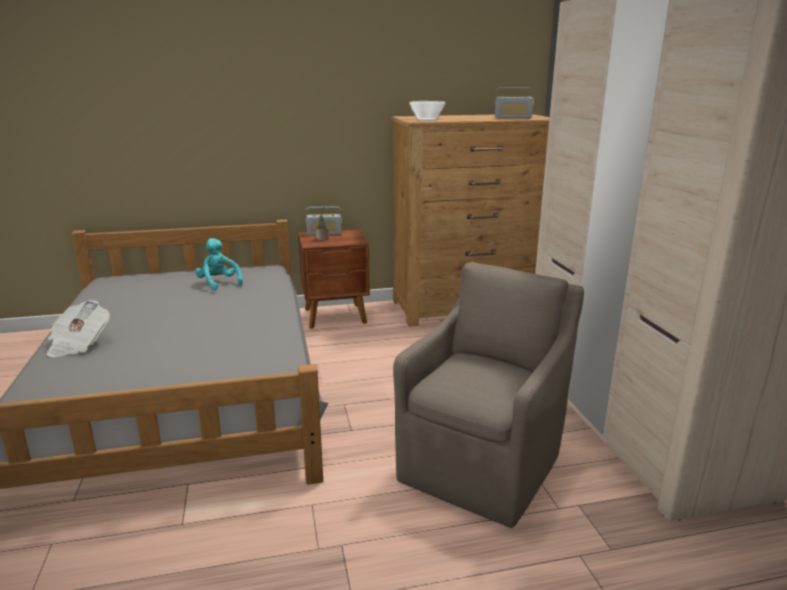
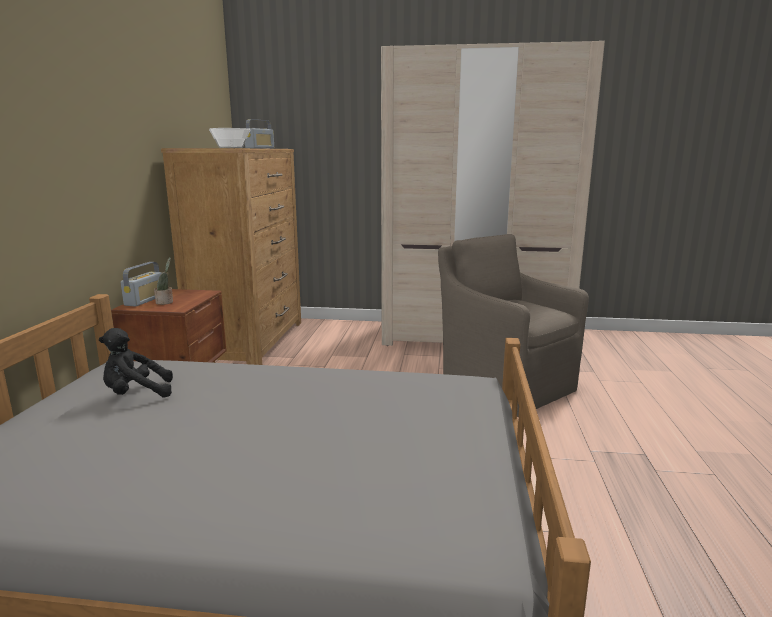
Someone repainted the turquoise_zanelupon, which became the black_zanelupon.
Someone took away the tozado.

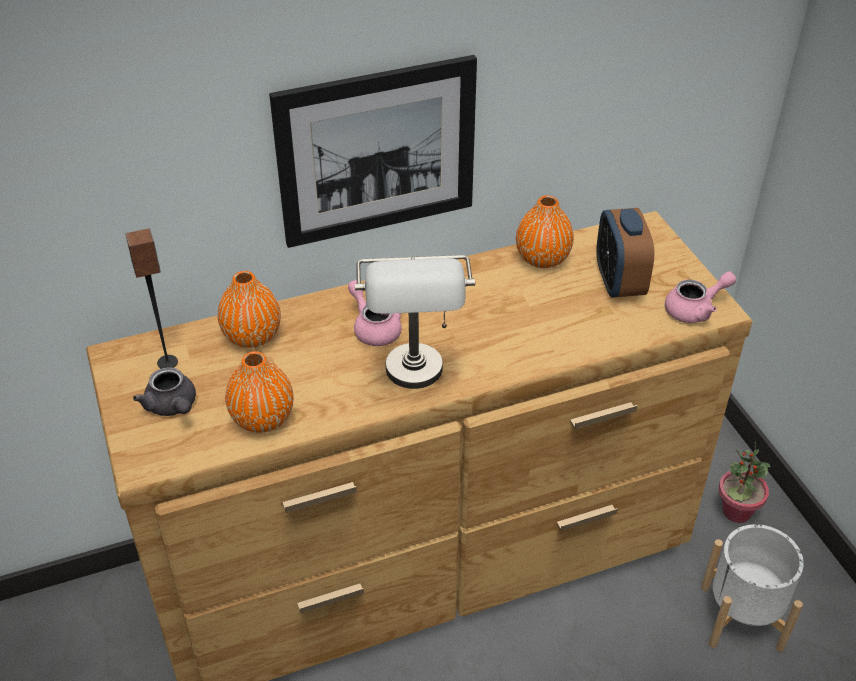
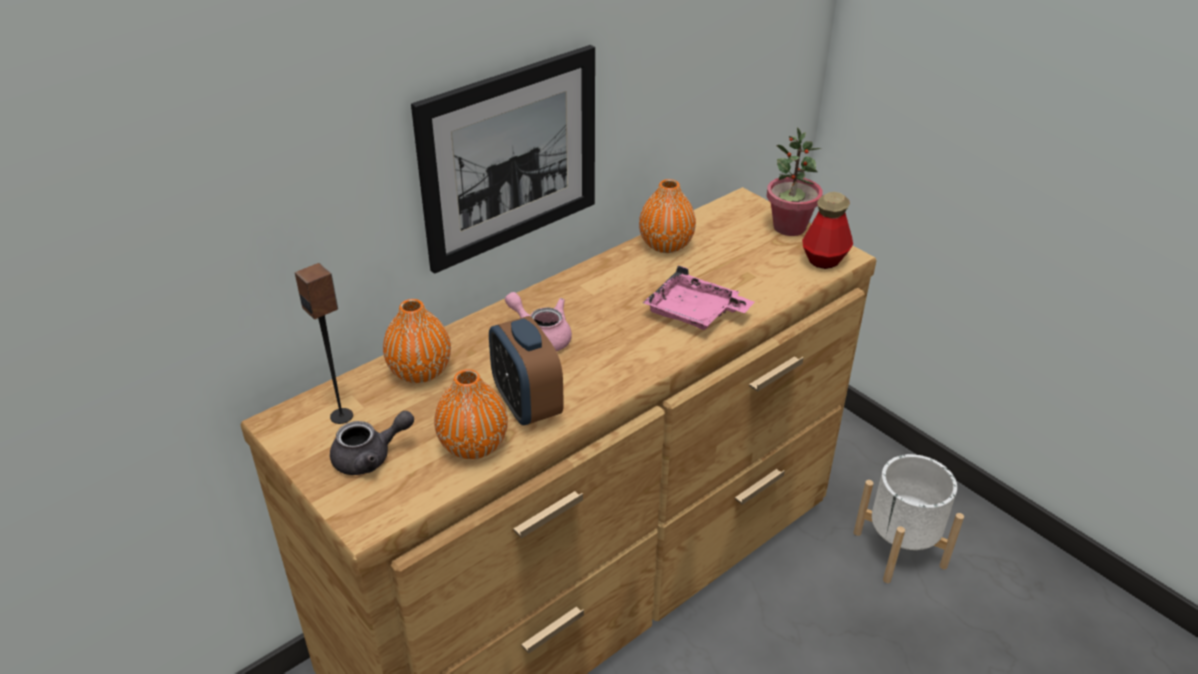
Someone rotated the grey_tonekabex by 60 degrees counterclockwise.
Someone carried the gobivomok.
Someone put down the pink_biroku.
Someone carried the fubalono.
Someone swapped the pink_tonekabex (no. 2 from left) for the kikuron.
Someone took away the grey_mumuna.

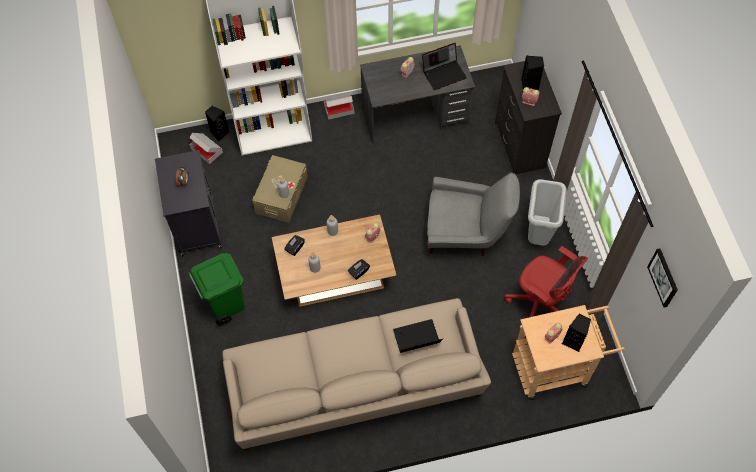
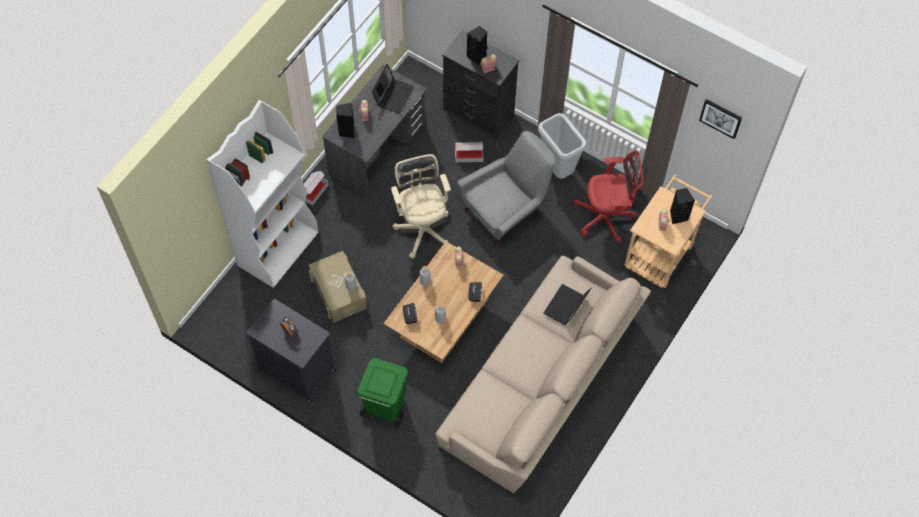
Someone carried the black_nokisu (no. 1 from left).
Someone put down the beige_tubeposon.
Someone carried the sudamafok (no. 1 from left in the first image).

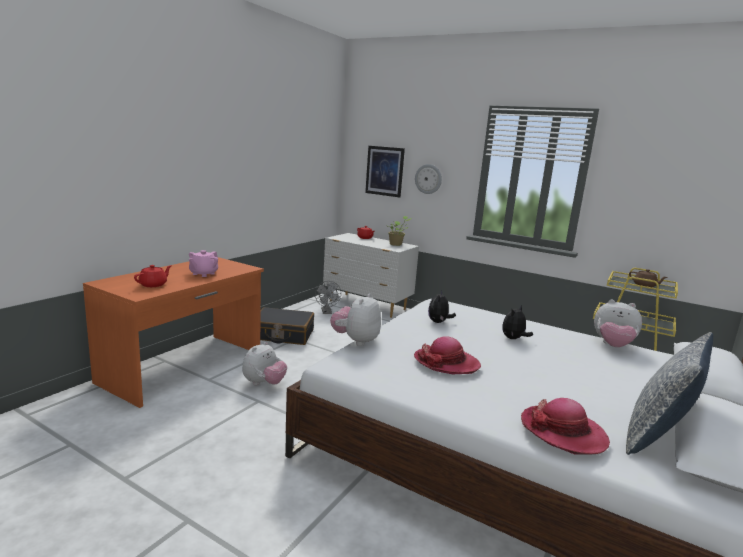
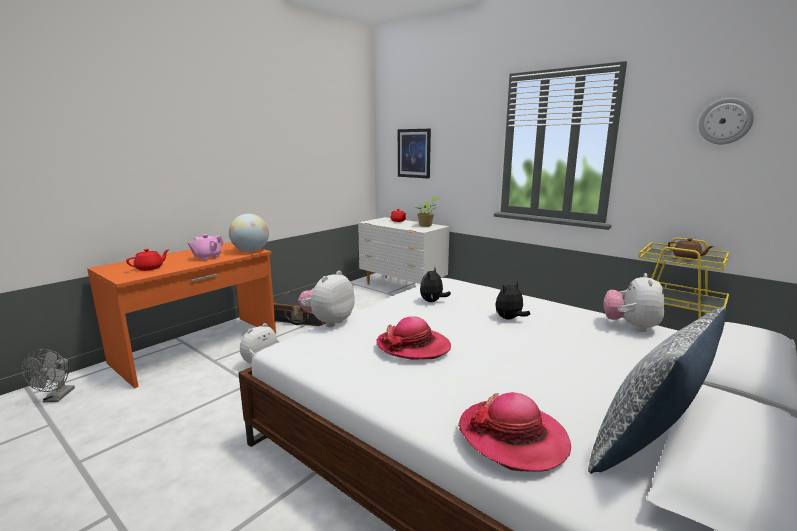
Someone carried the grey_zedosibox.
Someone put down the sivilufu.
Someone rotated the zanelupon (no. 5 from left) by 75 degrees clockwise.
Someone carried the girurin.

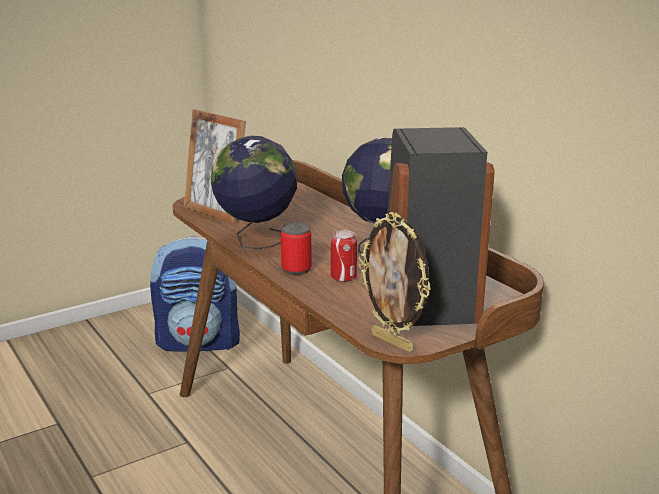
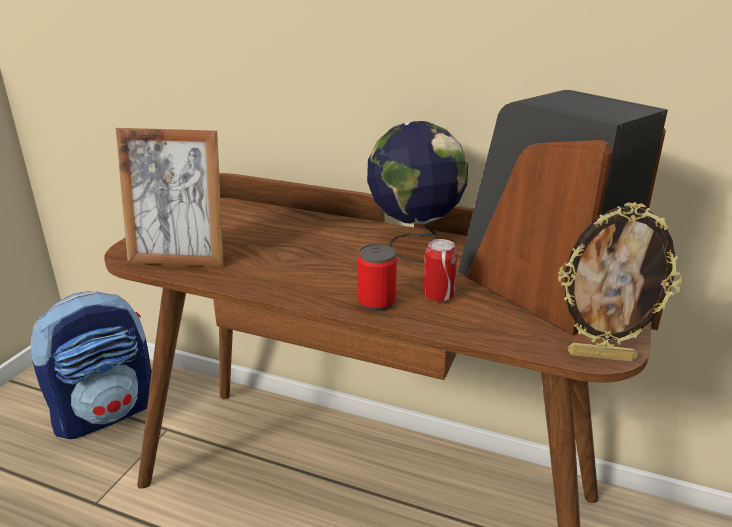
Someone took away the sivilufu (no. 1 from left).

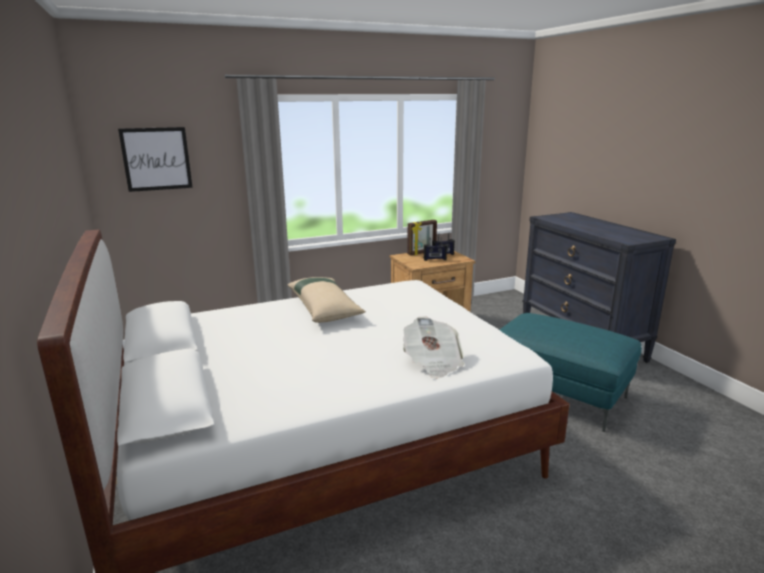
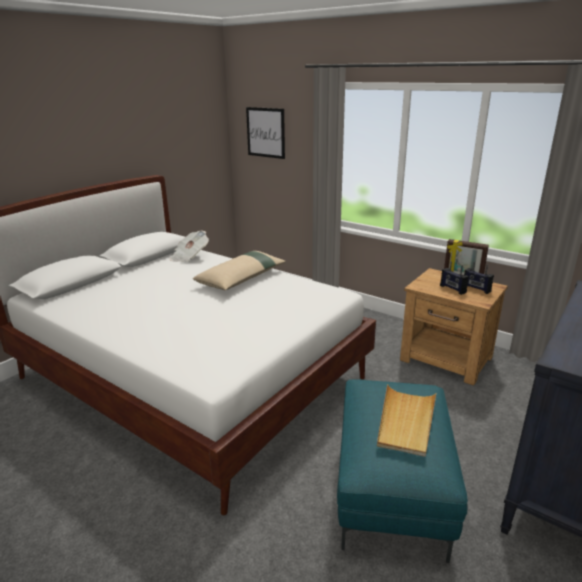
Someone carried the tozado.
Someone put down the beige_biroku.

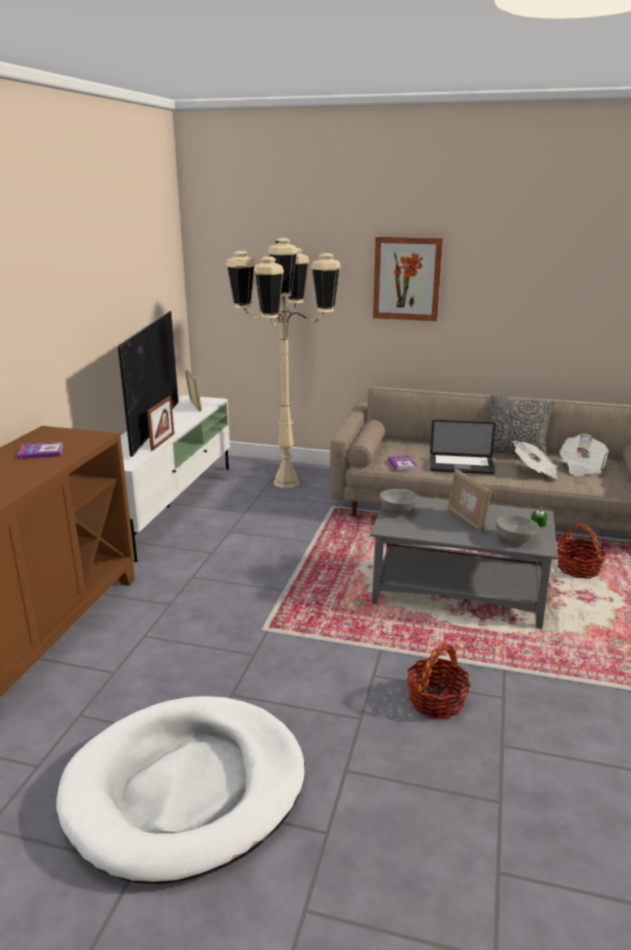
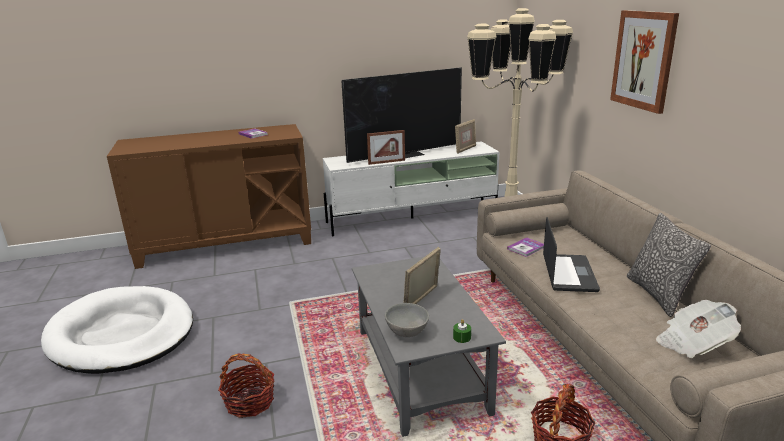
Someone rotated the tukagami by 150 degrees counterclockwise.
Someone took away the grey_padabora (no. 1 from left).
Someone took away the tozado (no. 1 from left).

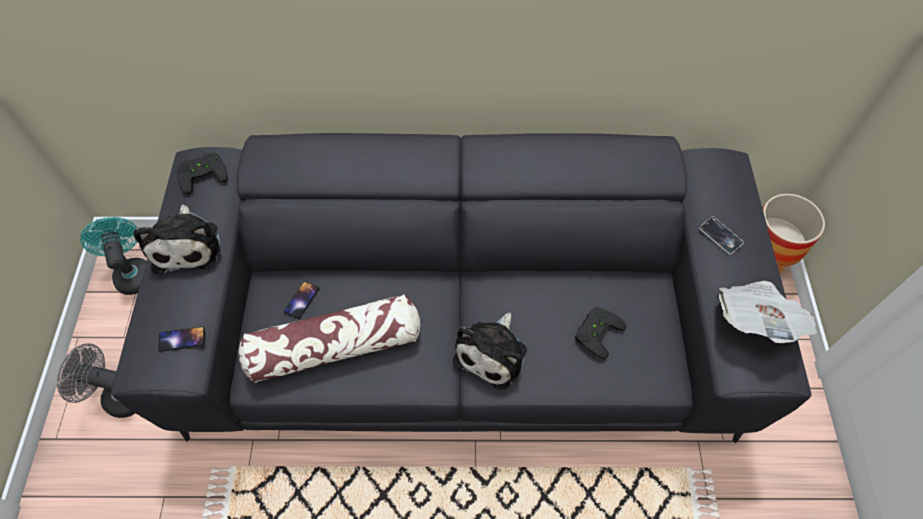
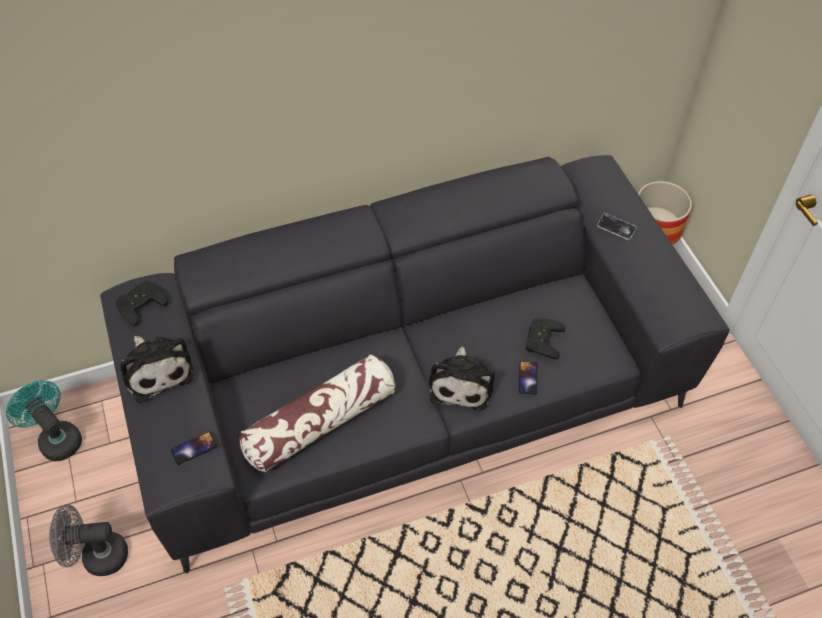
Someone carried the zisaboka (no. 2 from left).
Someone took away the tozado.

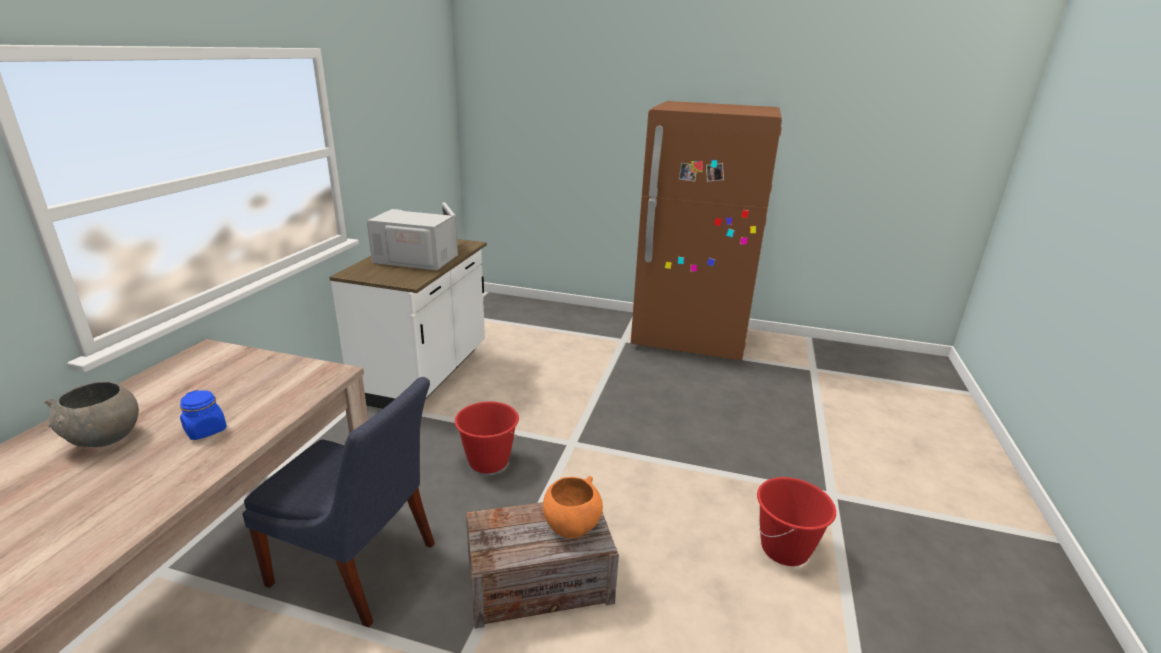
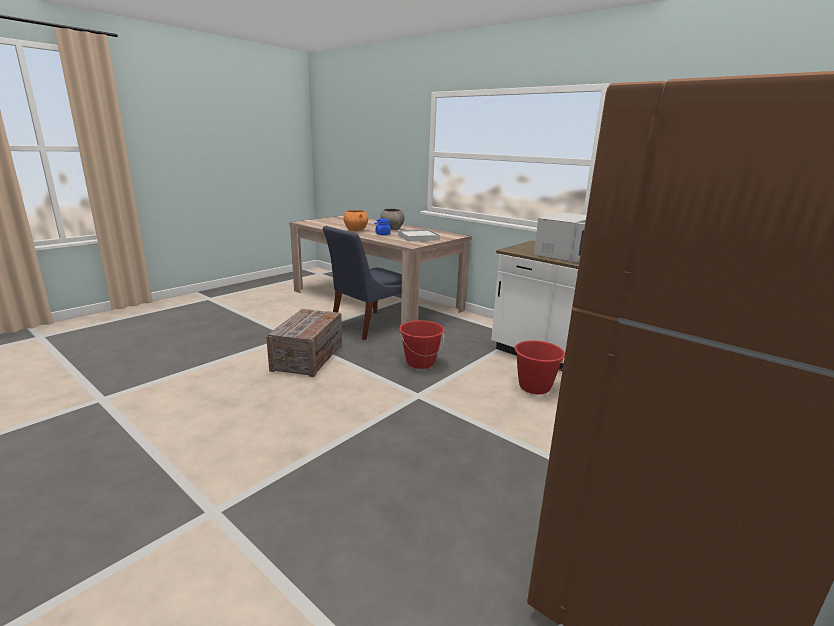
Someone carried the orange_padabora.
Someone put down the white_biroku.
Someone carried the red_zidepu (no. 2 from left).

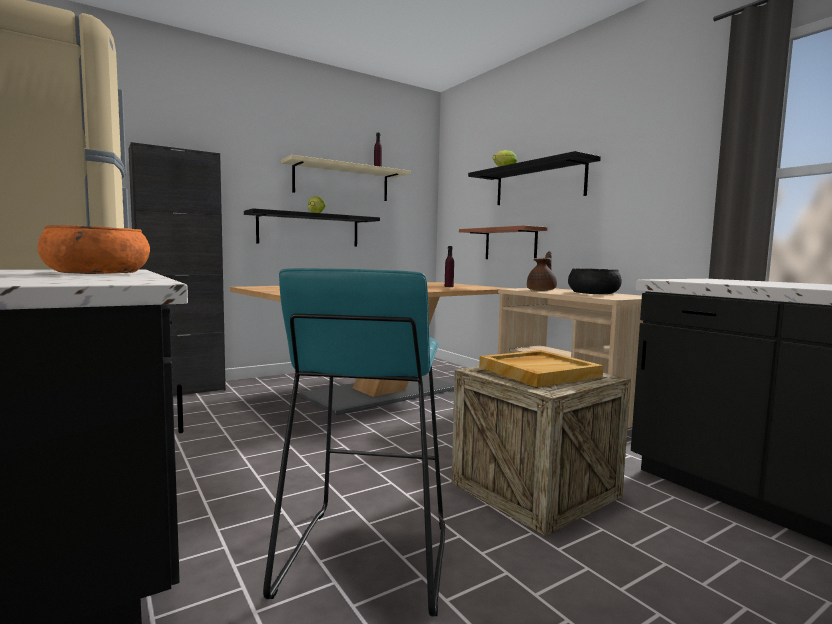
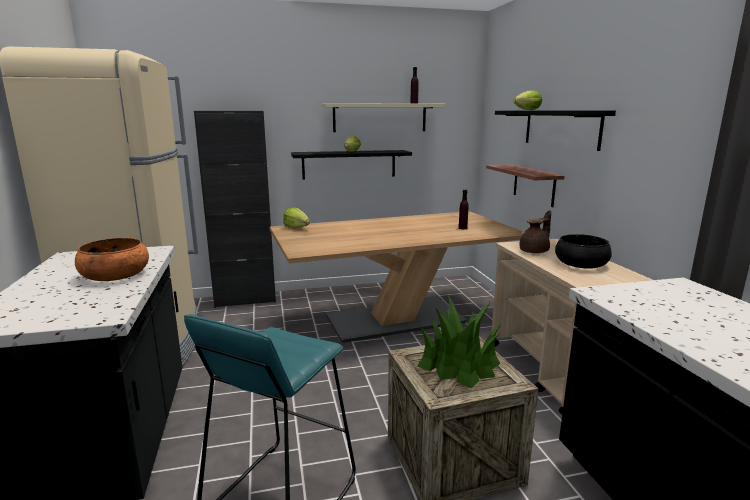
Someone put down the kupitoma (no. 1 from left).
Someone swapped the beige_biroku for the fubalono.

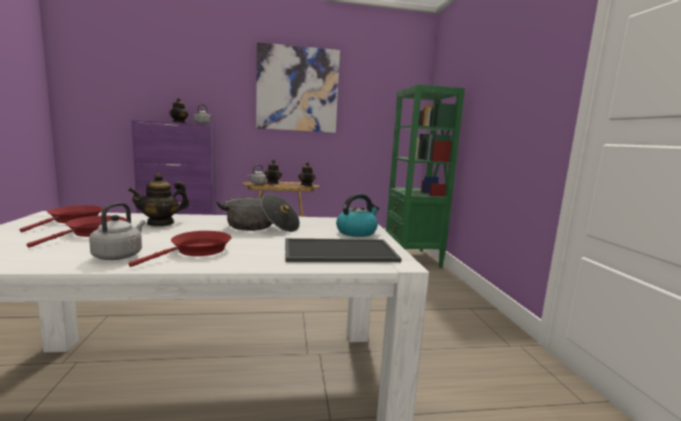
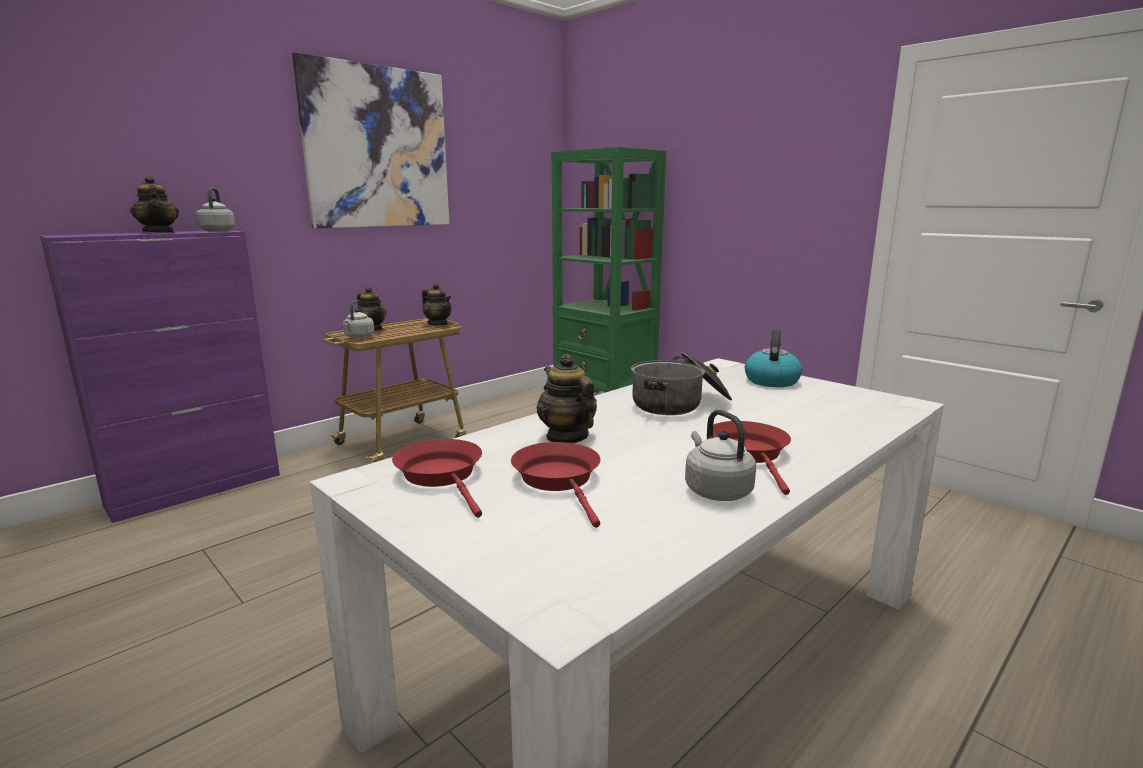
Someone rotated the tonekabex (no. 1 from left in the first image) by 135 degrees clockwise.
Someone took away the biroku.

